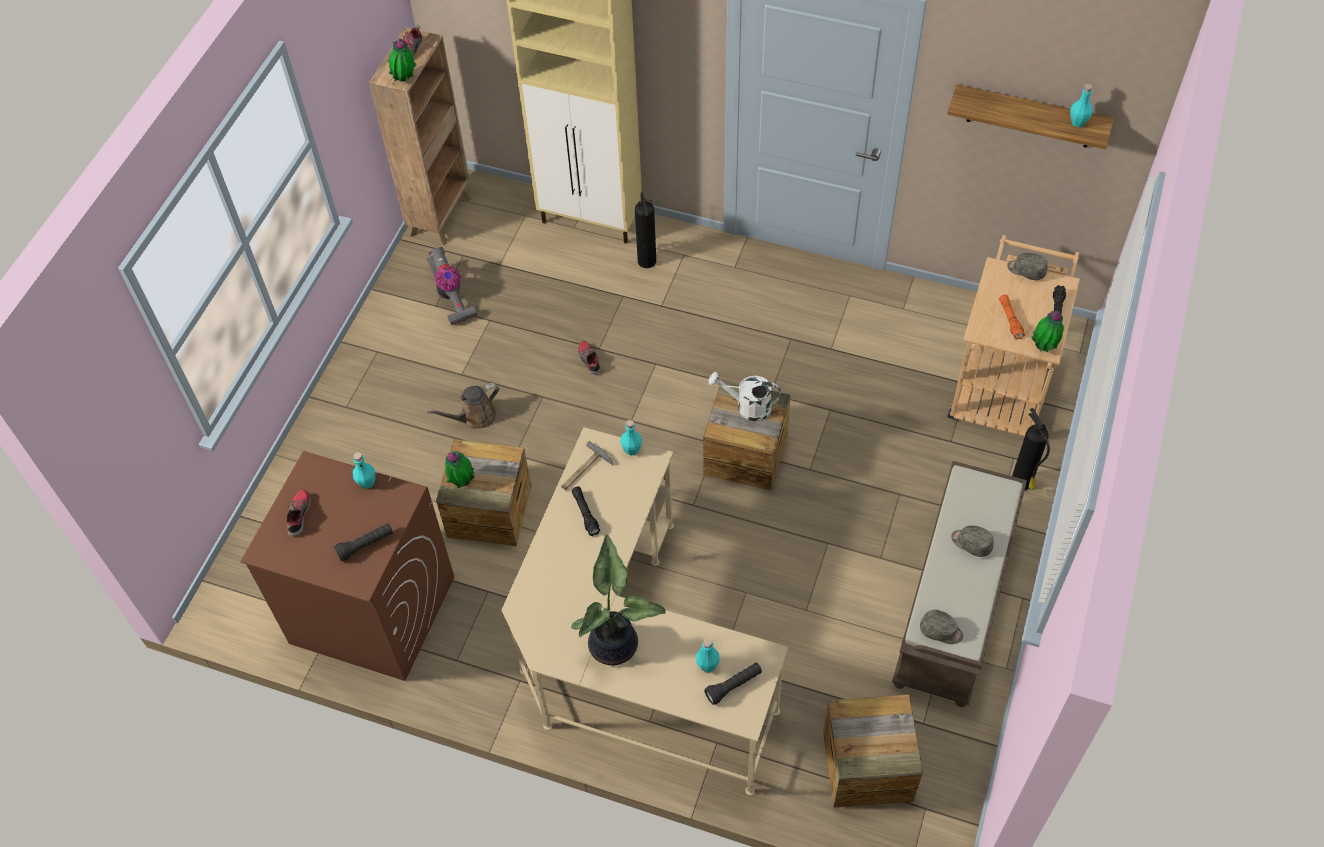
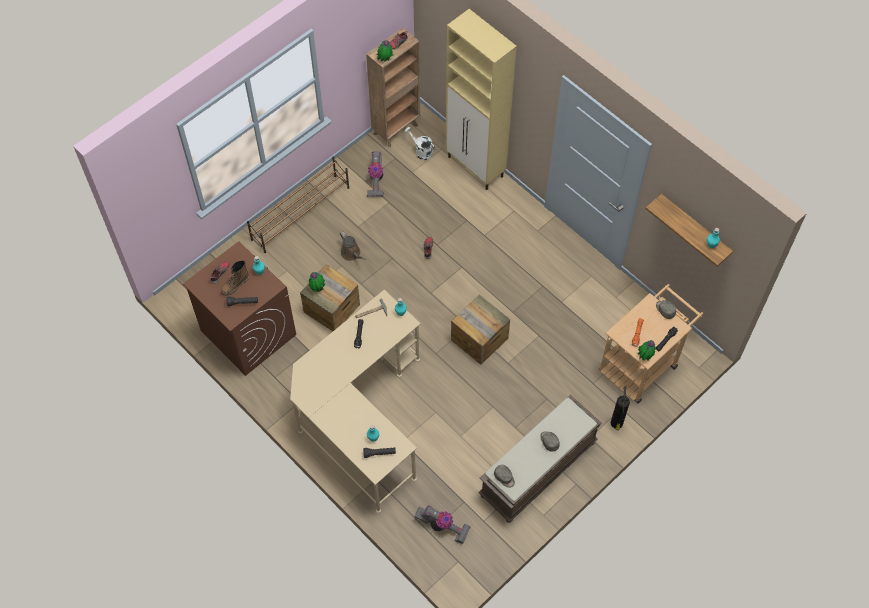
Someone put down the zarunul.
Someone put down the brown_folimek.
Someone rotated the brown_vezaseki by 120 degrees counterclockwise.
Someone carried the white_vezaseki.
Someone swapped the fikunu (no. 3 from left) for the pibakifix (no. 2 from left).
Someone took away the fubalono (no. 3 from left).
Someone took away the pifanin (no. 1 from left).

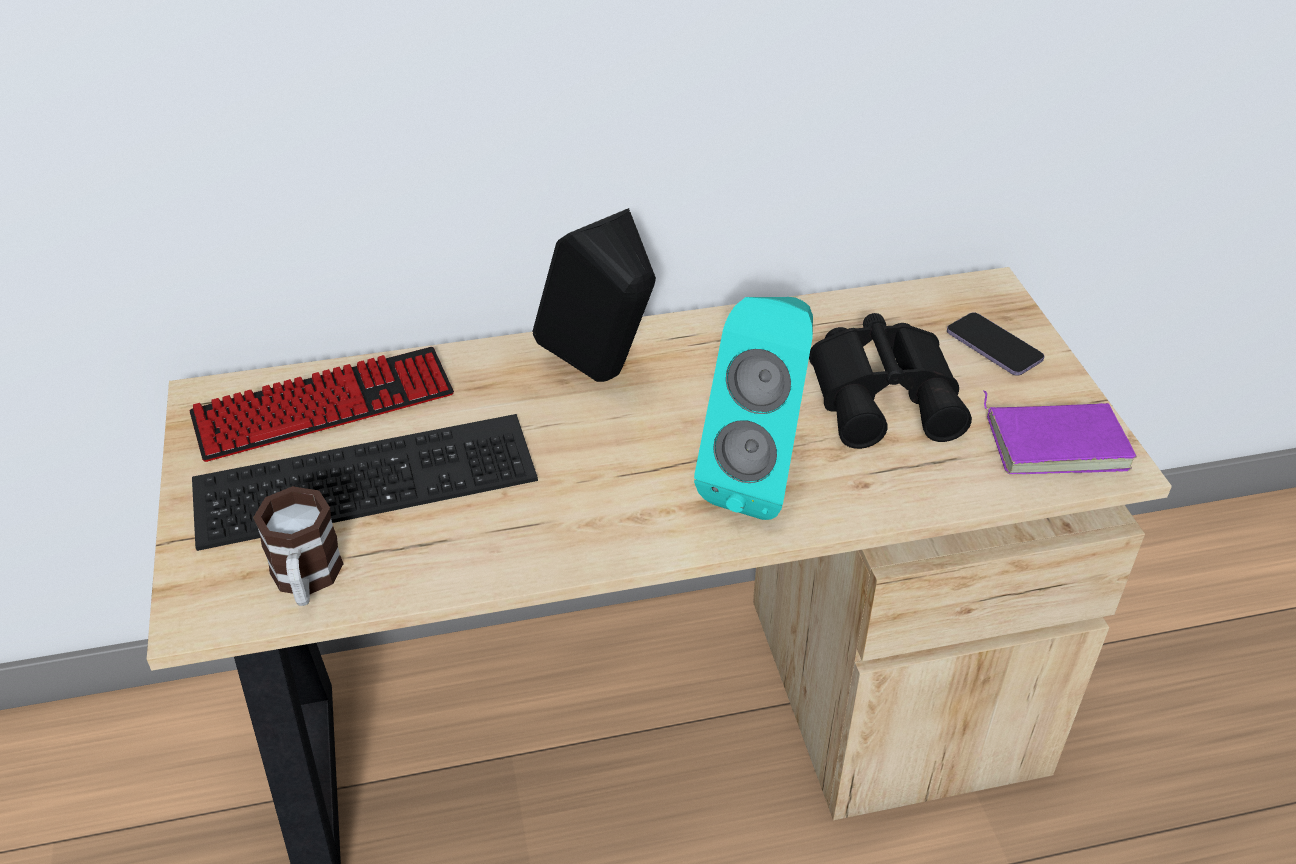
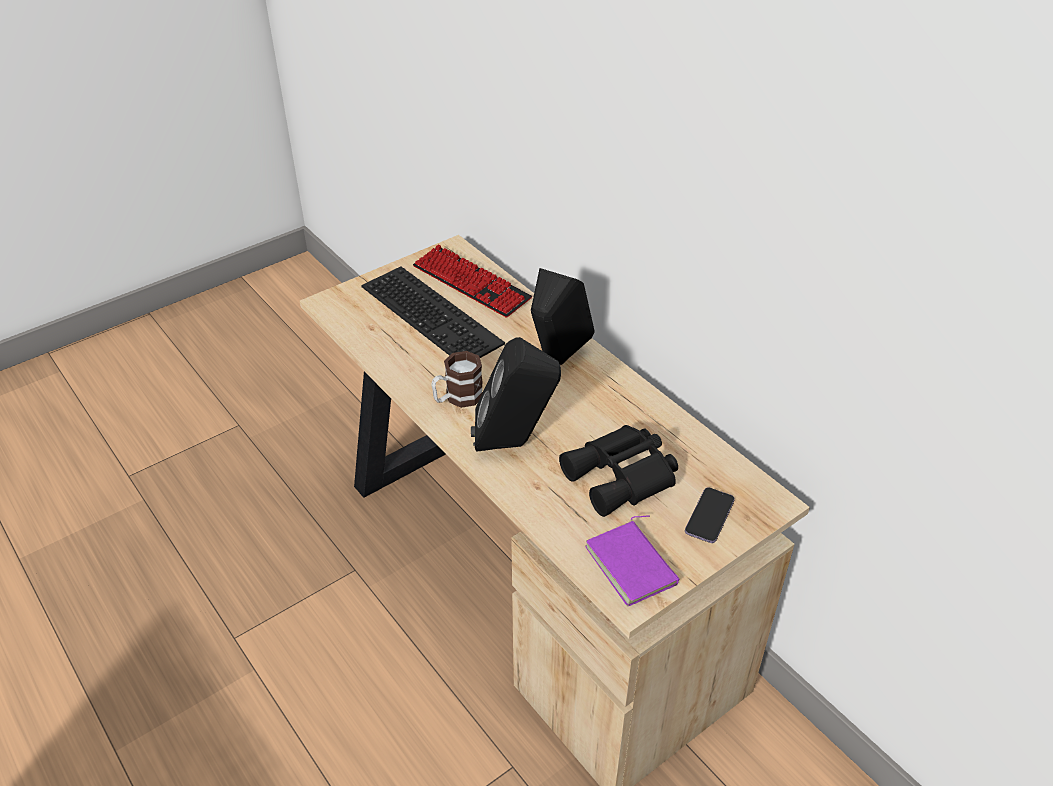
Someone carried the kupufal.
Someone repainted the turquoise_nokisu, which became the black_nokisu (no. 1 from left).

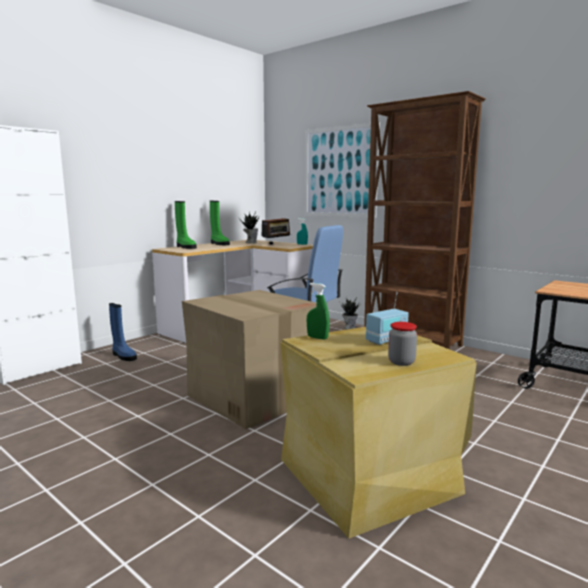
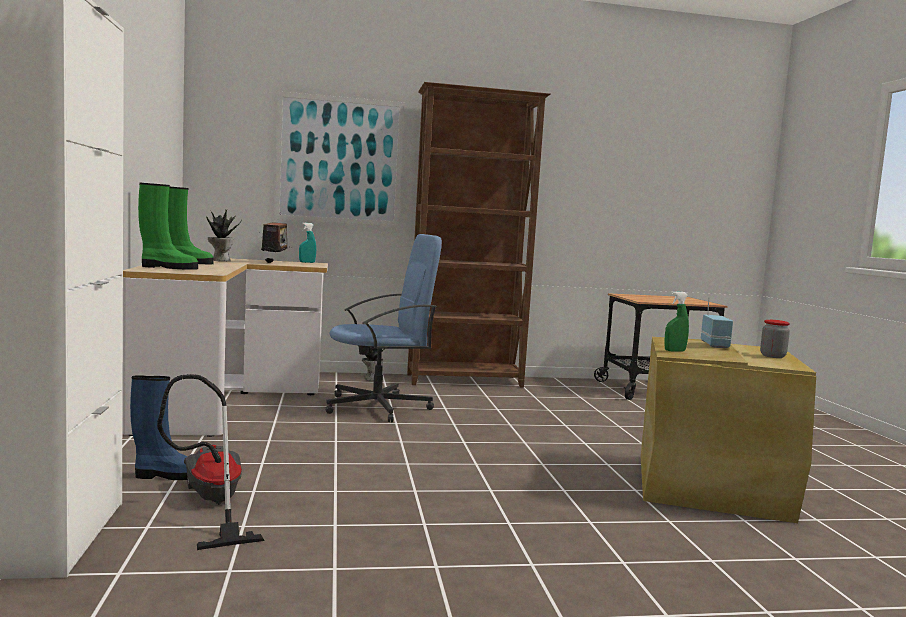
Someone put down the pibakifix.
Someone took away the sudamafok.

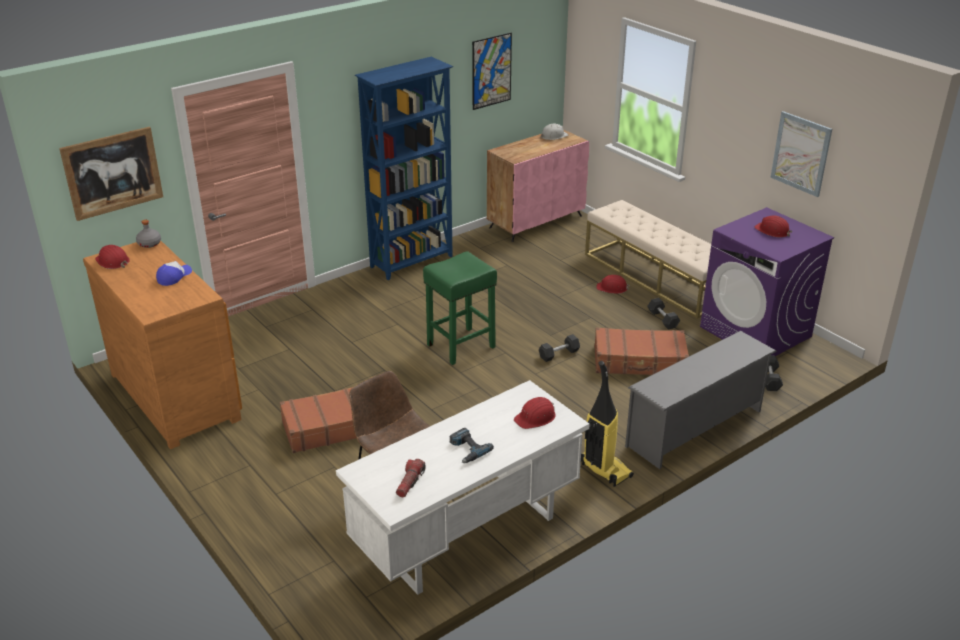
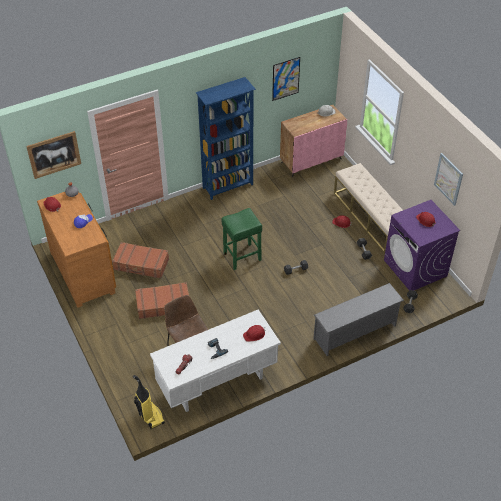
Someone carried the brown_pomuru (no. 2 from left in the first image).
Someone carried the pibakifix.

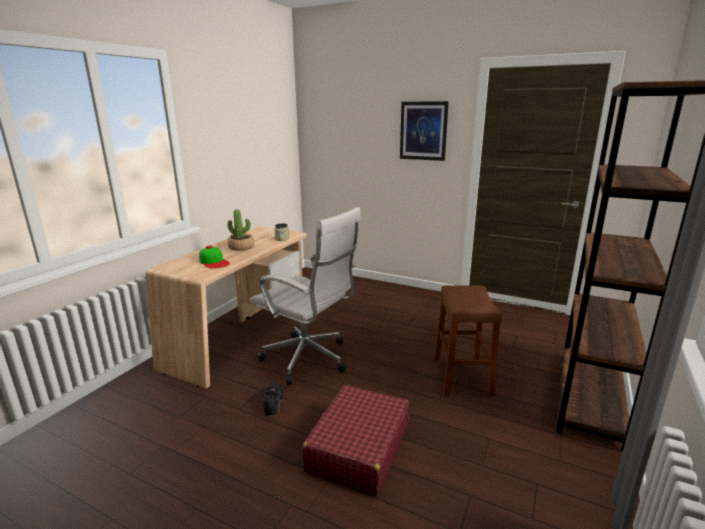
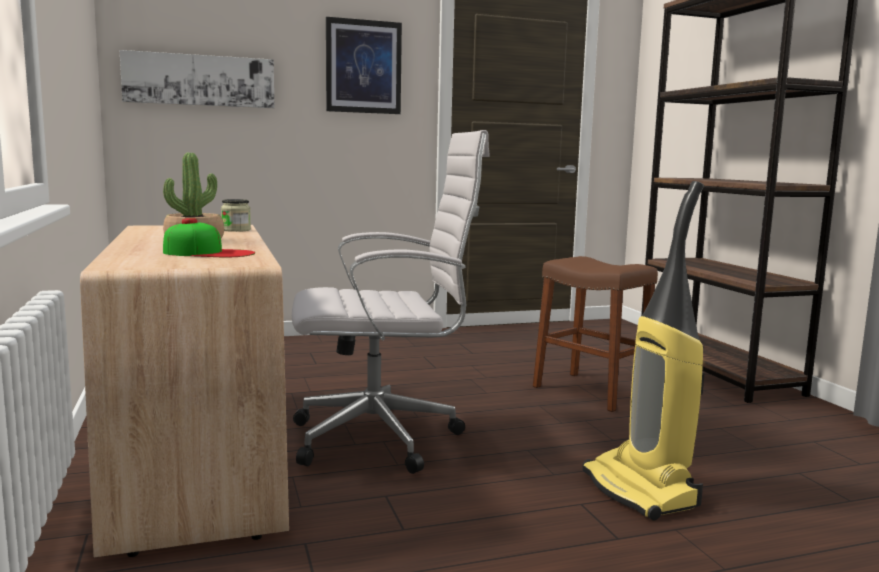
Someone put up the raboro (no. 1 from left).
Someone swapped the red_pomuru for the pibakifix.
Someone took away the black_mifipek.

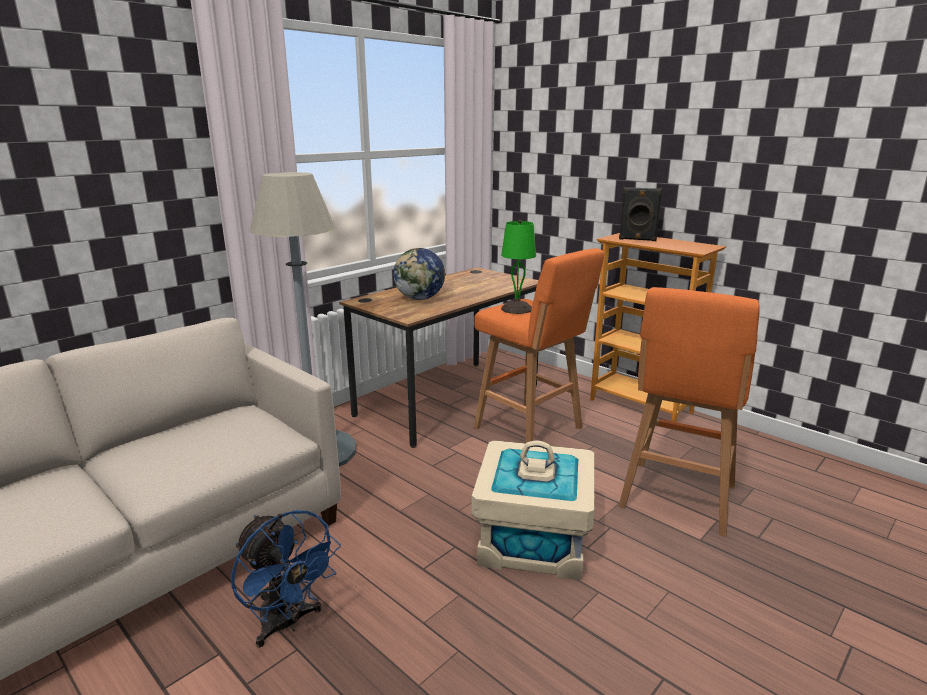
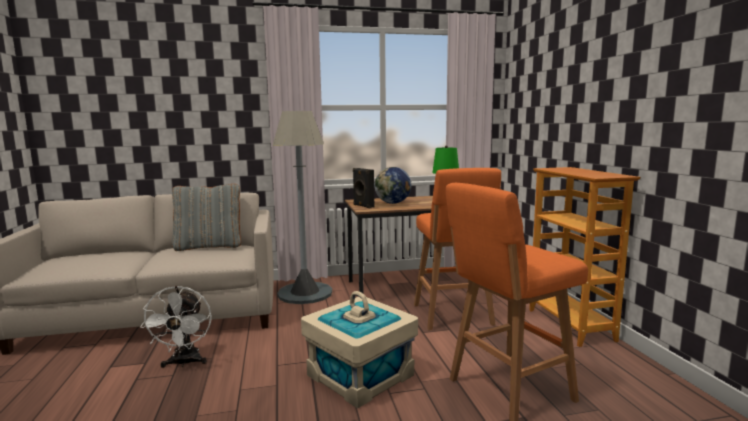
Someone repainted the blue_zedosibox, which became the white_zedosibox.
Someone put down the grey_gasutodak.
Someone carried the black_nokisu.

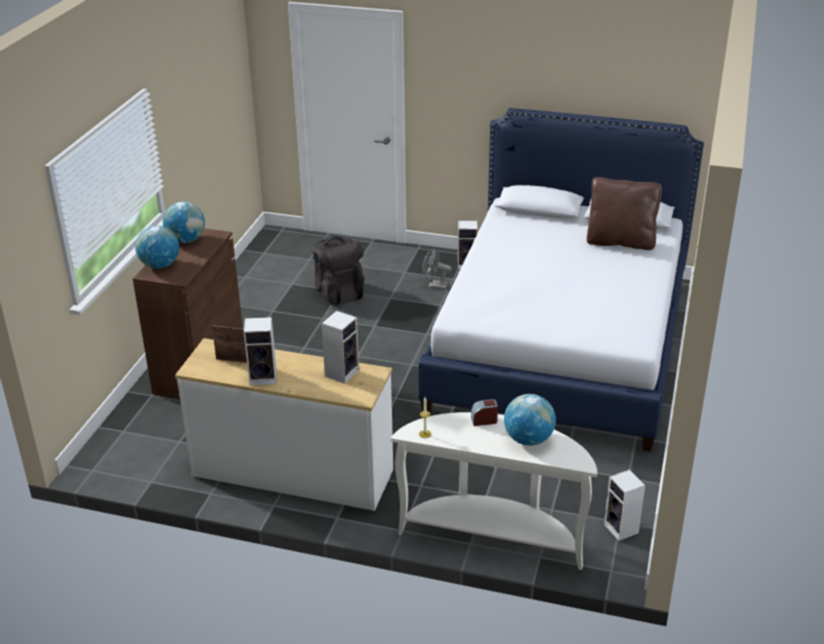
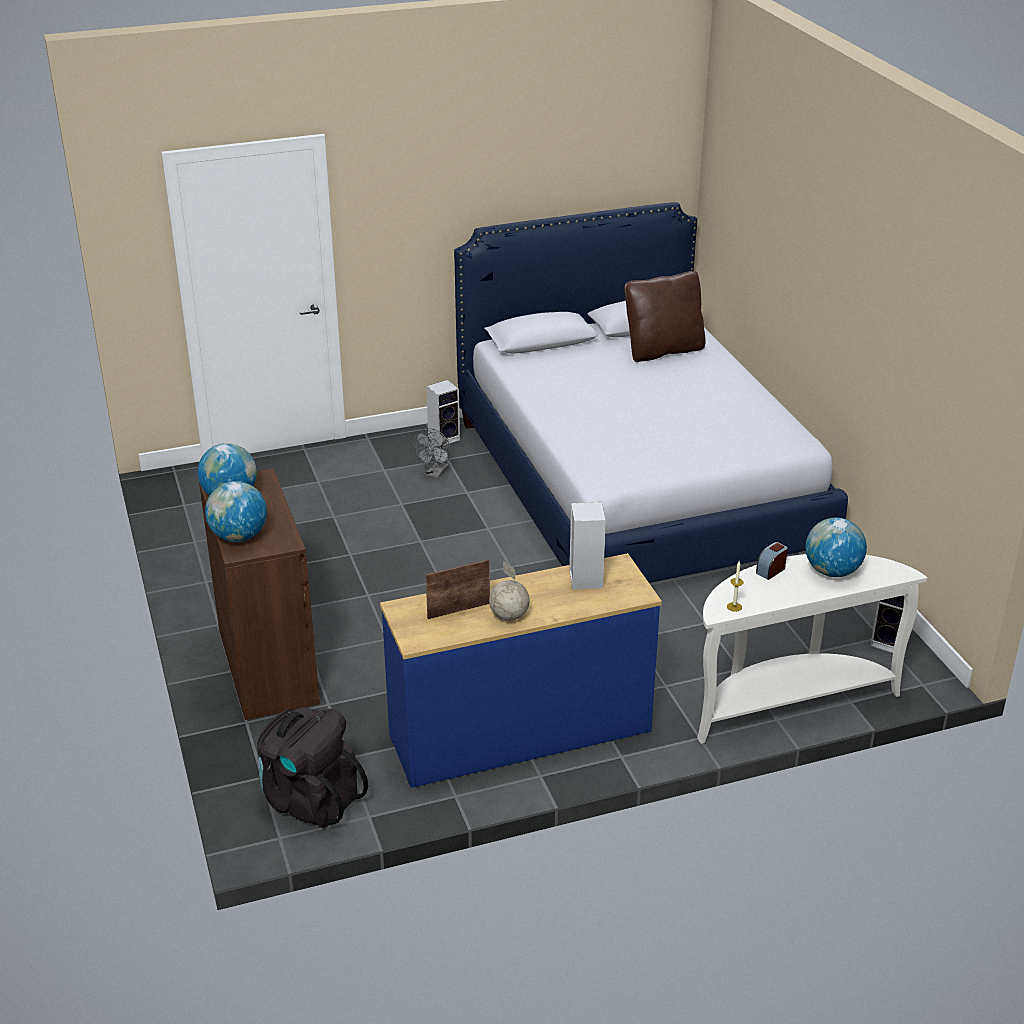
Someone carried the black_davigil.
Someone repainted the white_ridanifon, which became the blue_ridanifon.
Someone rotated the grey_zedosibox by 45 degrees counterclockwise.
Someone swapped the nokisu (no. 1 from left) for the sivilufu (no. 3 from left).

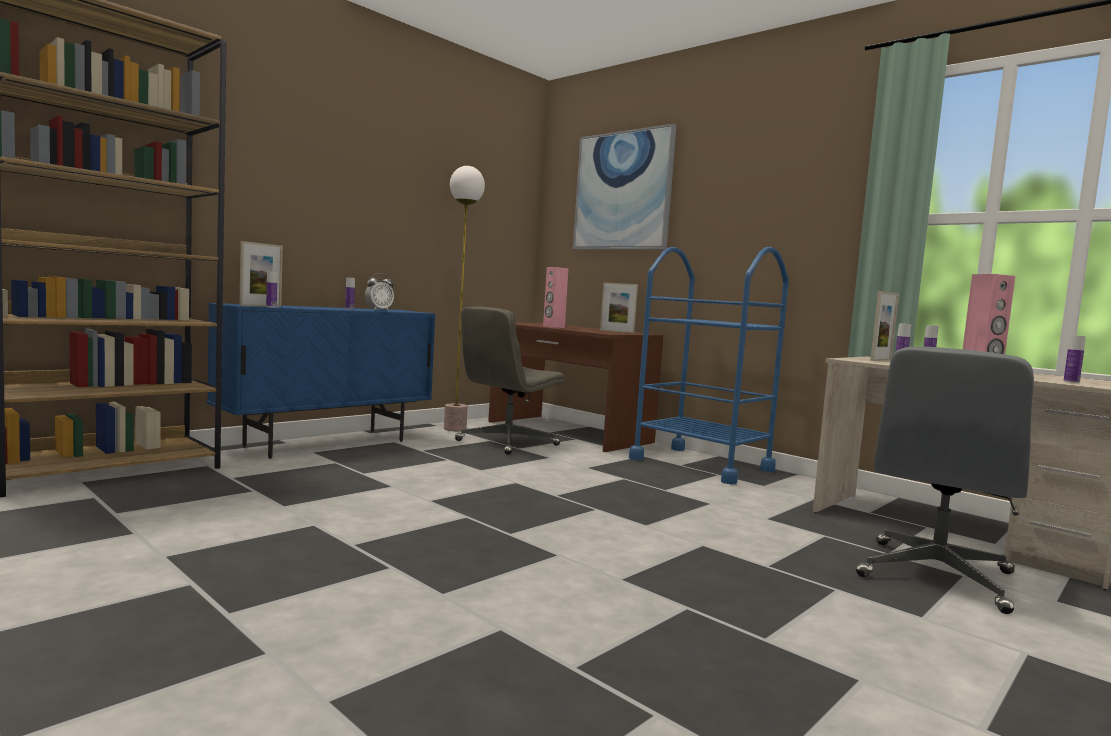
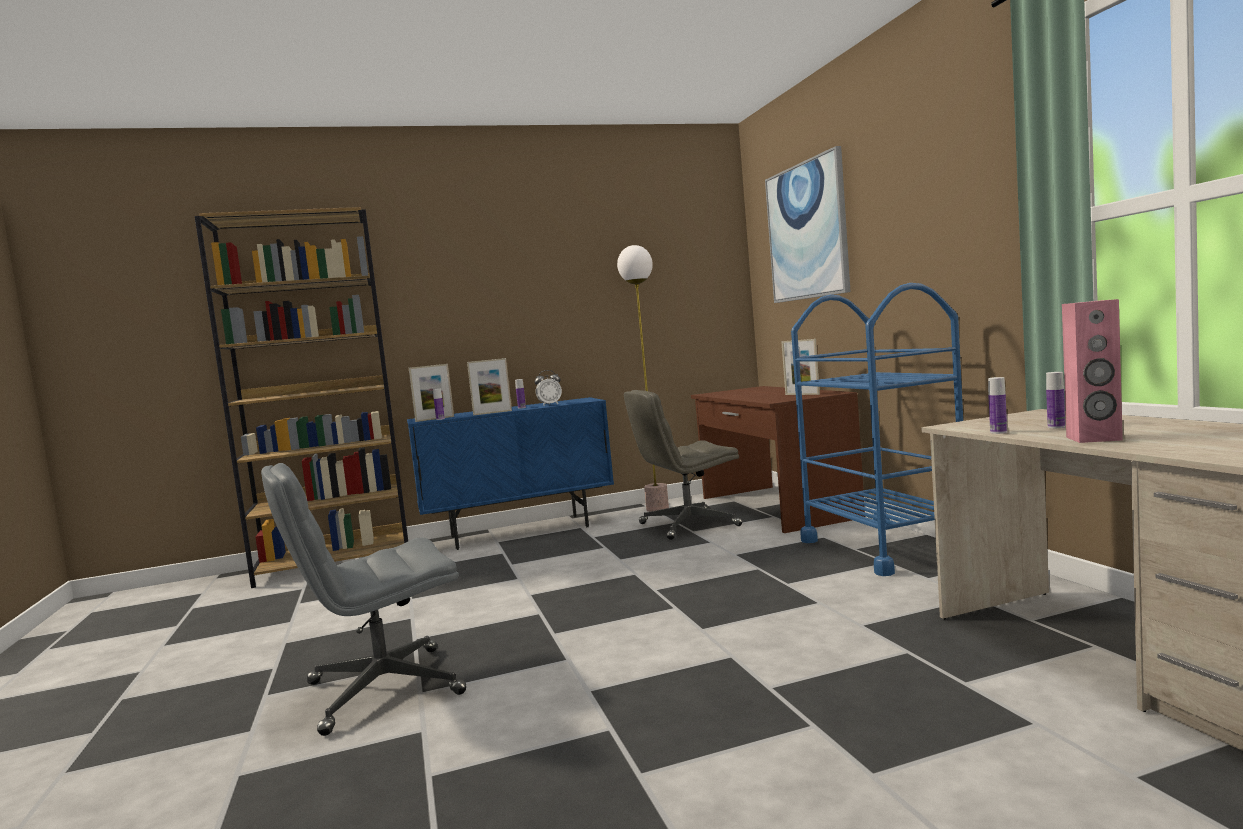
Someone carried the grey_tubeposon (no. 2 from left in the first image).
Someone carried the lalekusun (no. 3 from left in the first image).
Someone took away the pink_nokisu (no. 1 from left).
Someone took away the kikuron (no. 5 from left).

